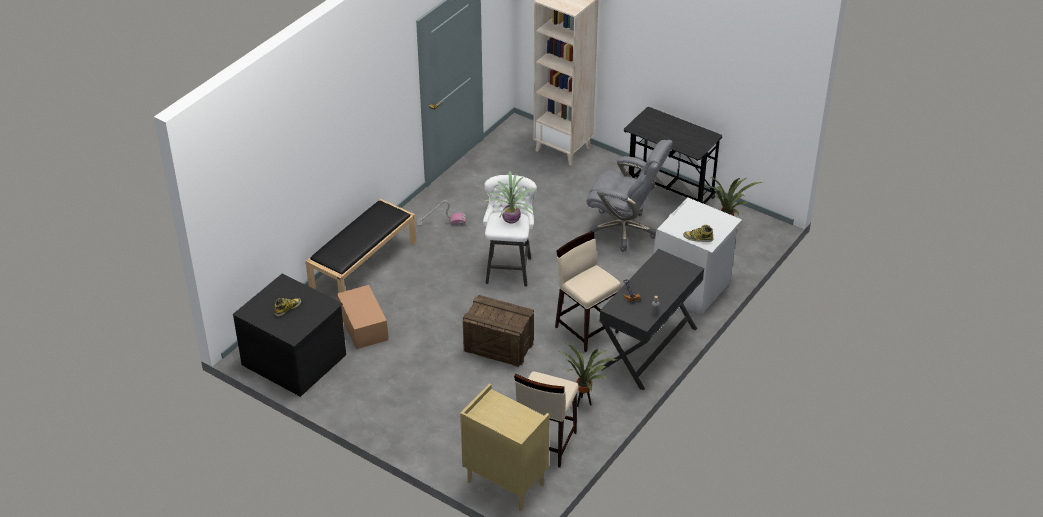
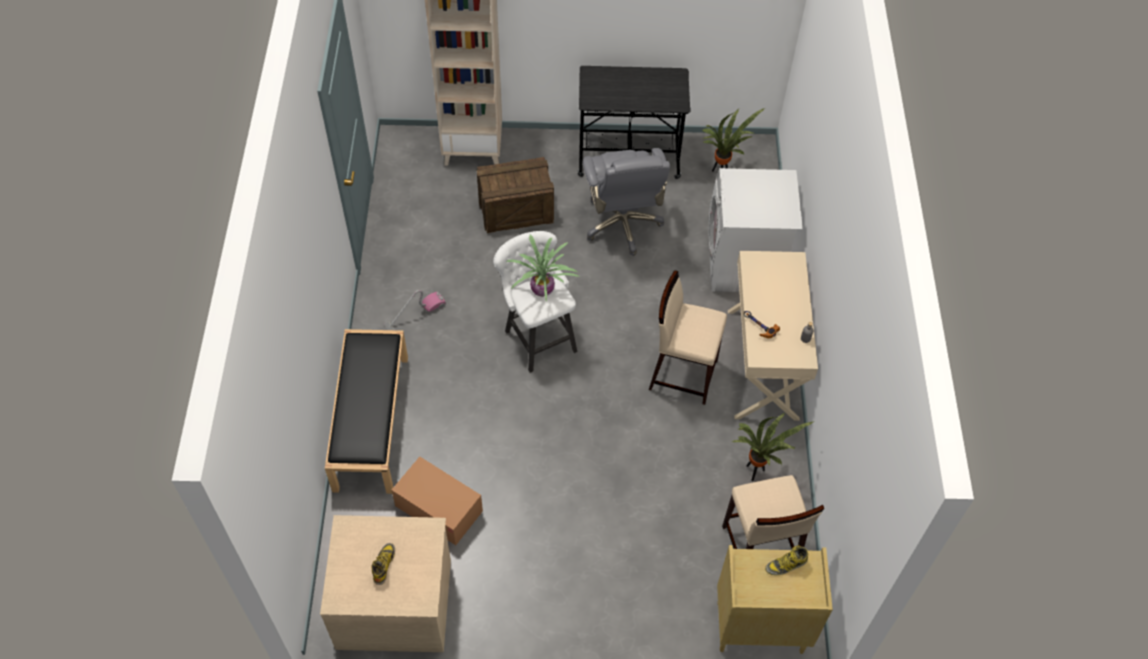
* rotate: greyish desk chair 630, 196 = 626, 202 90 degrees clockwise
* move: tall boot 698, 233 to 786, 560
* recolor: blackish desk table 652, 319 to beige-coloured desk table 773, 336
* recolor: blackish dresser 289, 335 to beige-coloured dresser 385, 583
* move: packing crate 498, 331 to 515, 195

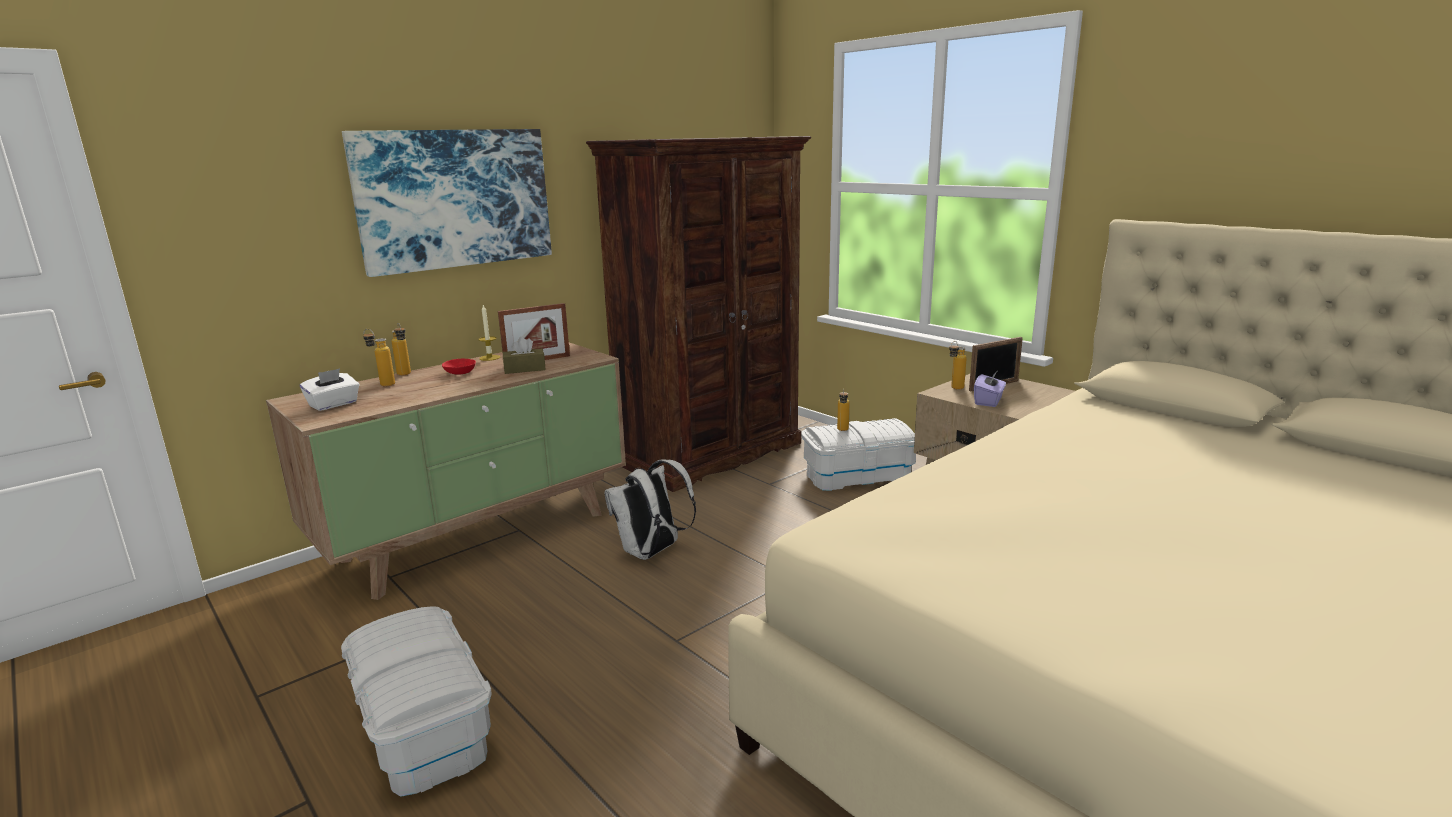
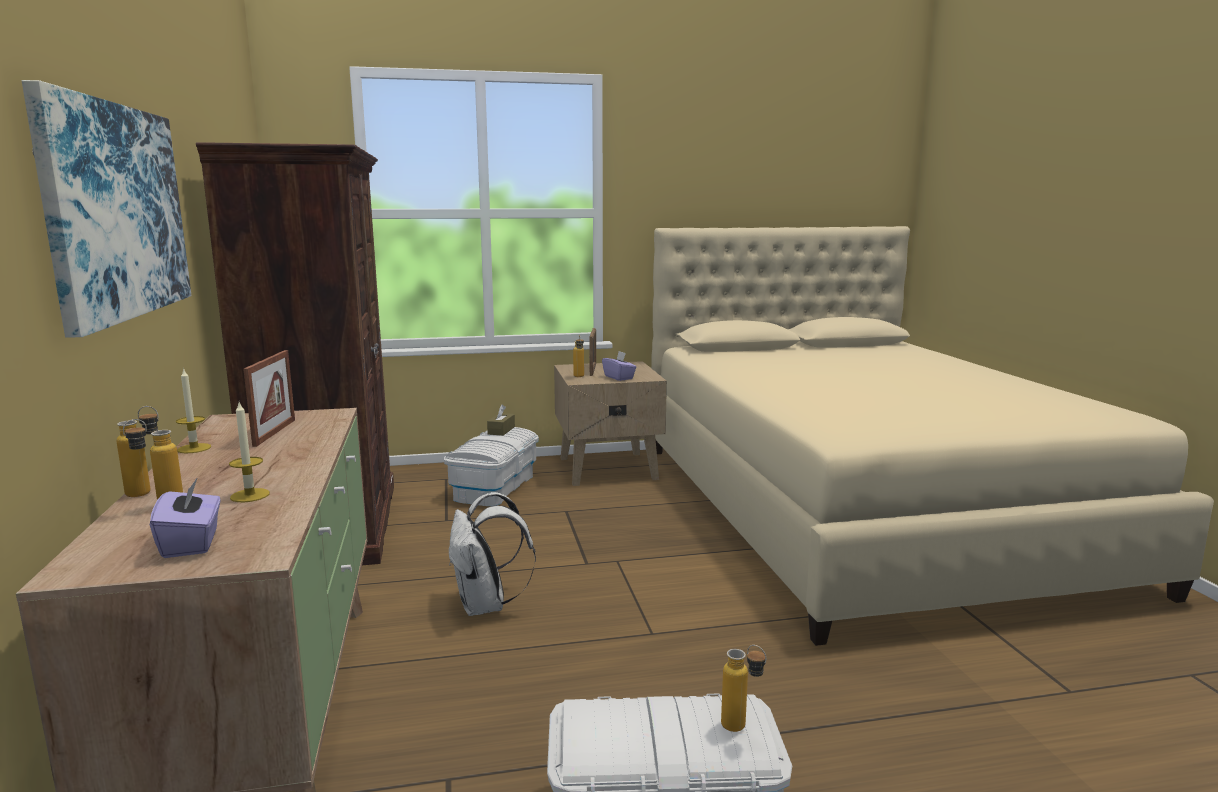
* move: brown tissue holder 524, 355 to 501, 420
* delete: reddish deep dish 459, 366
* recolor: white tissue holder 330, 389 to purple-coloured tissue holder 185, 517
* move: beverage bottle 843, 410 to 743, 688
* insert: candle 249, 452

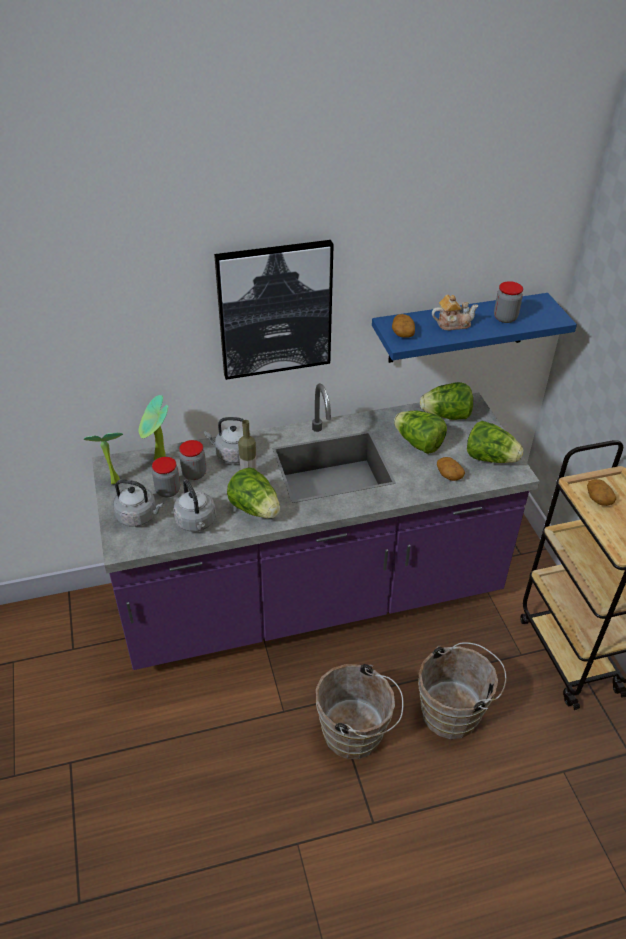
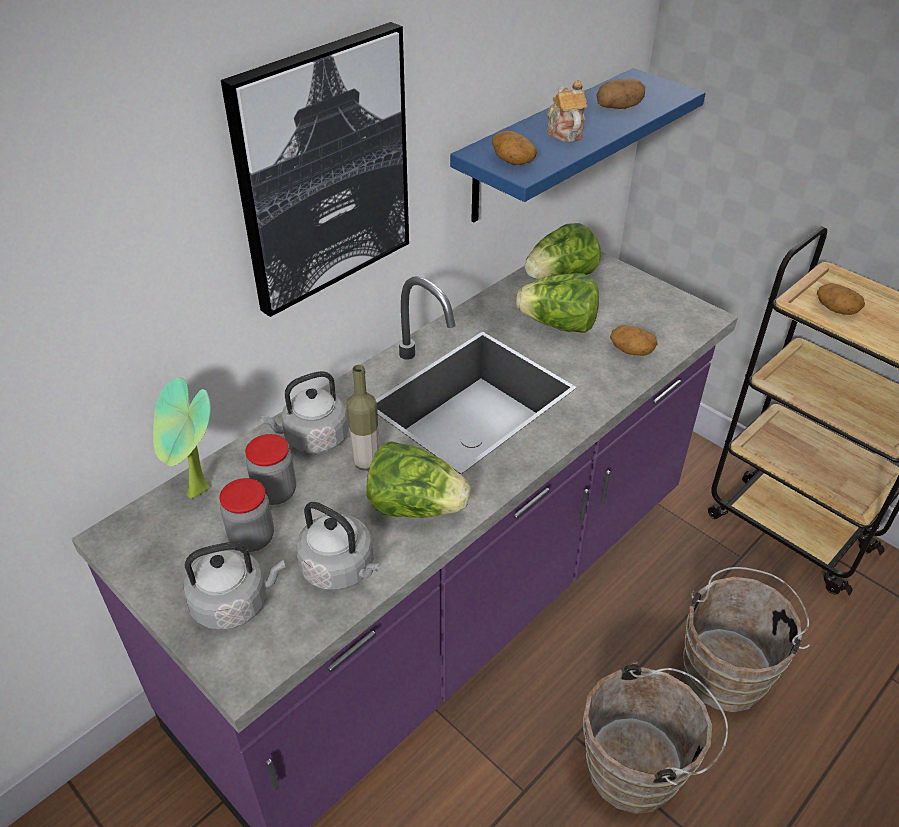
* replace: storage jar 508, 302 to potato 620, 94
* rotate: tea pot 455, 312 = 567, 111 60 degrees counterclockwise
* delete: lettuce 495, 442
* delete: houseplant 103, 458

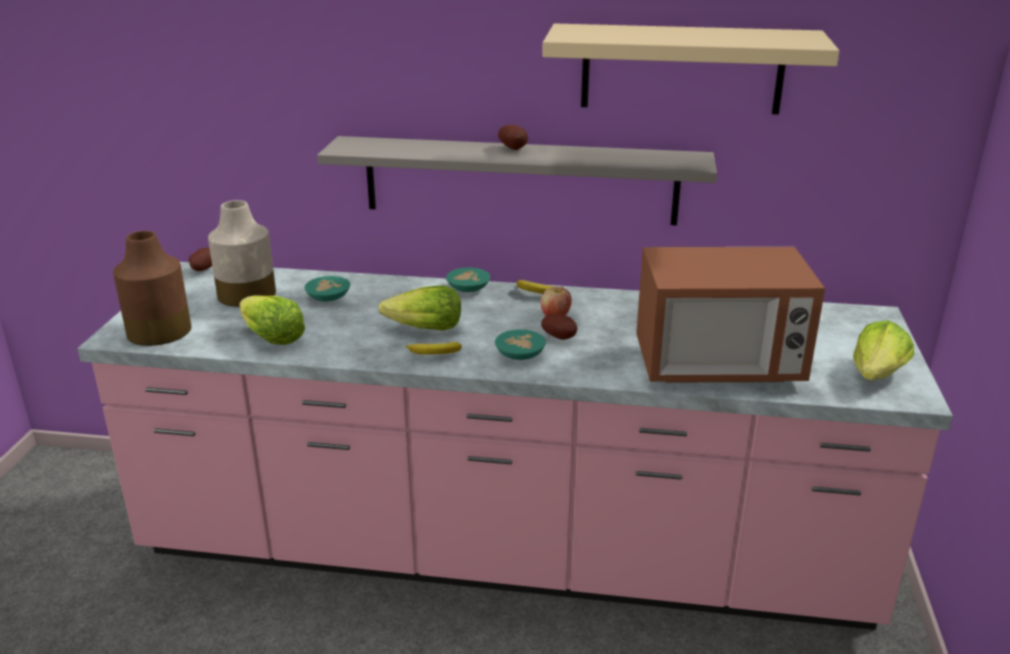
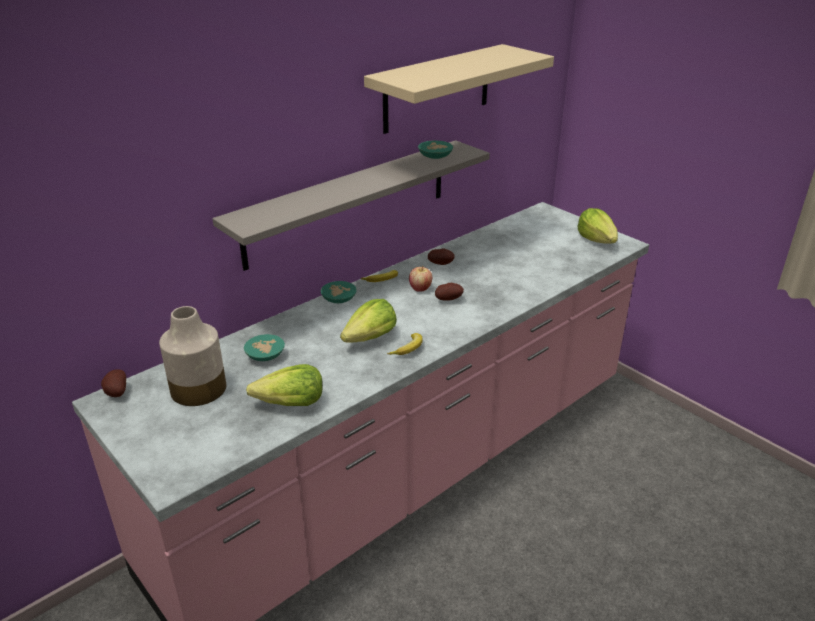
* move: potato 513, 137 to 441, 256
* delete: brown decorative vase 152, 288
* delete: microwave oven 730, 315
* move: blue-green deep dish 520, 344 to 435, 149

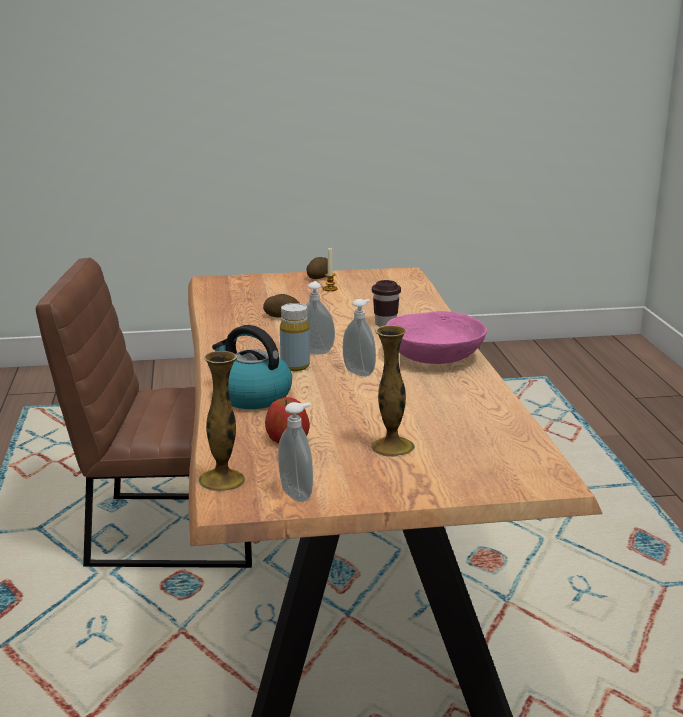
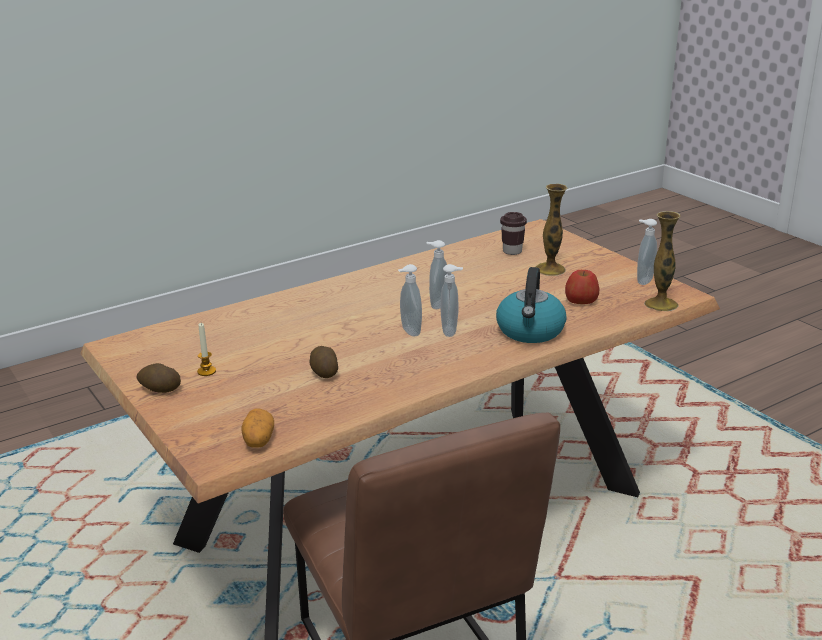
* move: brown small cup 386, 303 to 513, 233
* replace: yellow-coloured beverage bottle 295, 337 to soap dispenser 452, 300
* delete: pinkish deep dish 436, 337
* insert: potato 258, 428

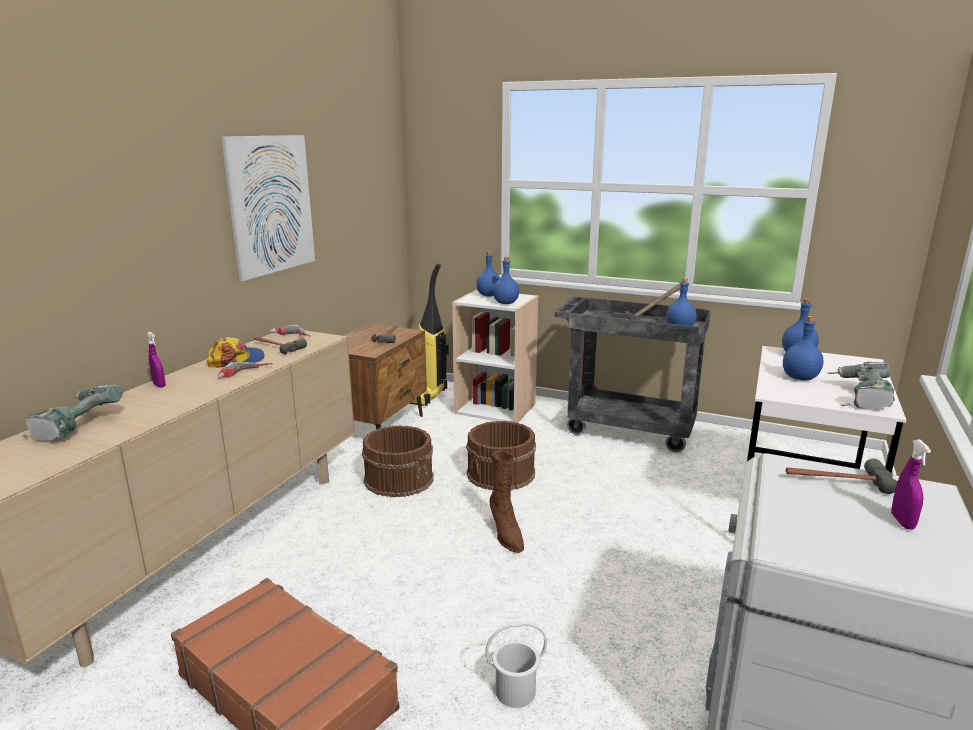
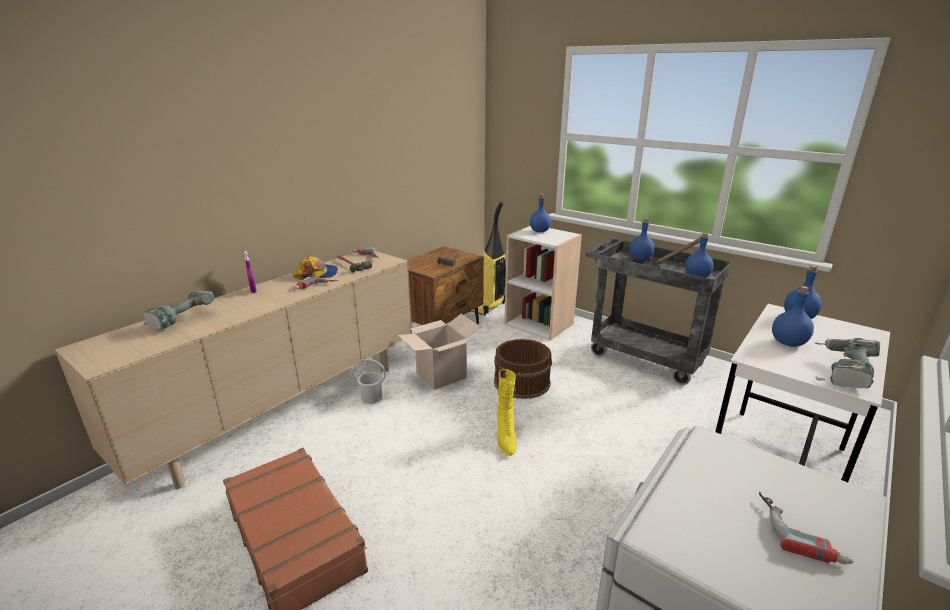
* delete: wall art 268, 208
* move: blue-coloured beverage bottle 506, 280 to 642, 239
* replace: brown bucket 398, 461 to carton 439, 352
* replace: purple-coloured spray bottle 911, 484 to drill 806, 528
* recolor: brown tall boot 506, 501 to yellow-coloured tall boot 507, 412
* delete: hammer 841, 476
* move: white bucket 516, 665 to 369, 381

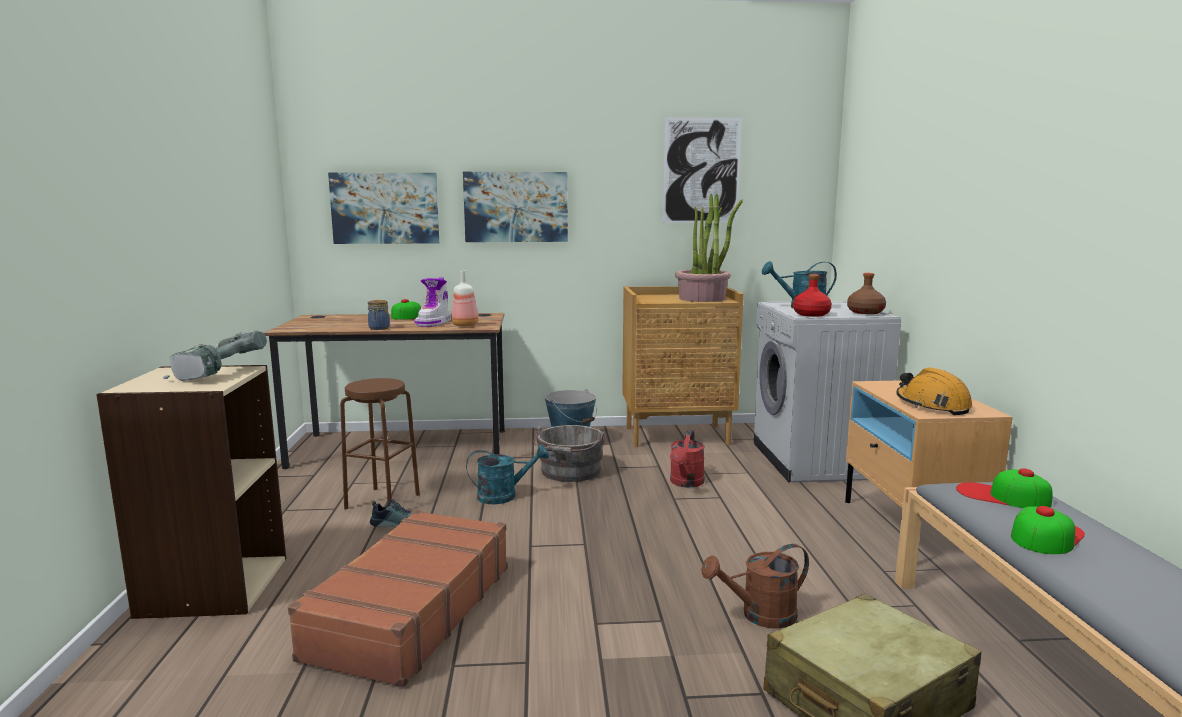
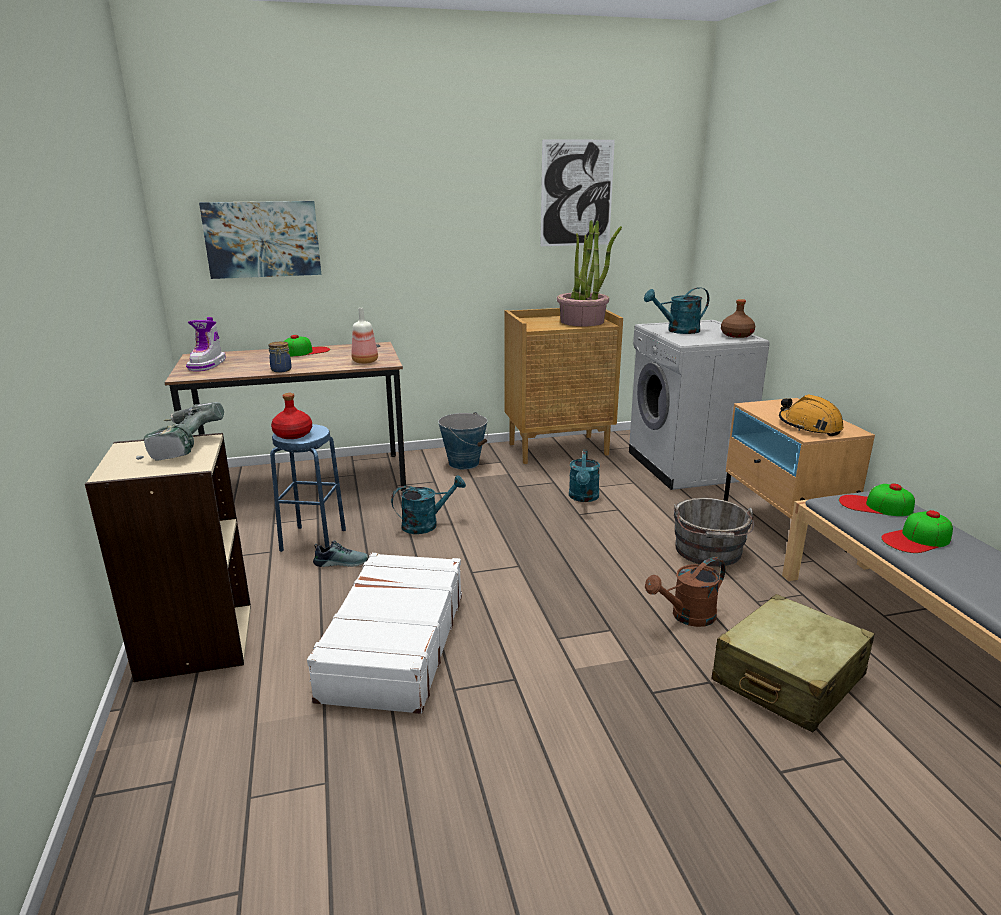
* delete: wall art 515, 207
* move: reddish beverage bottle 812, 295 to 291, 416
* move: tall boot 433, 302 to 206, 344
* recolor: brown stool seat 380, 443 to blue-coloured stool seat 308, 488
* move: greyish bucket 569, 453 to 713, 532
* recolor: reddish watering pot 687, 458 to blue-green watering pot 584, 476
* rotate: cap 1048, 530 = 917, 531 150 degrees counterclockwise
* recolor: brown piece of luggage 398, 598 to white piece of luggage 384, 633

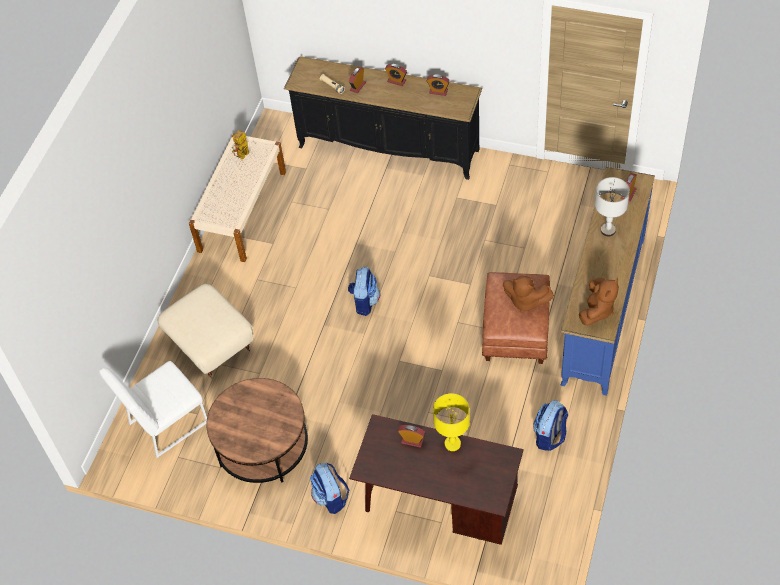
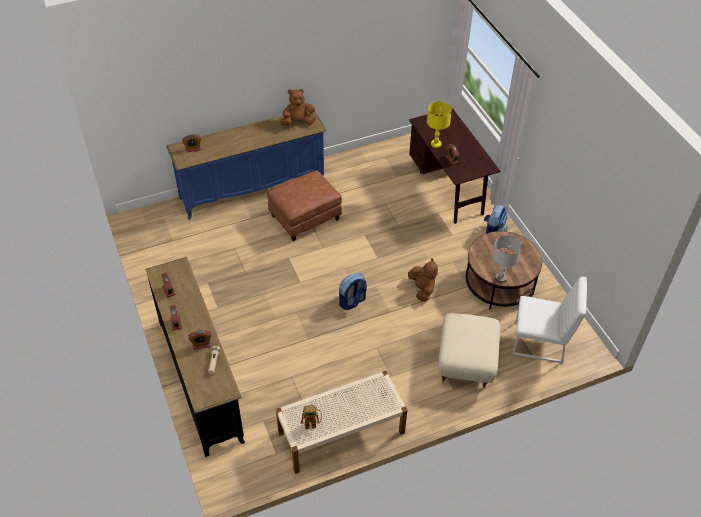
* move: greyish table lamp 612, 206 to 507, 259
* move: brown cuddly toy 528, 294 to 423, 280
* delete: knapsack 550, 425

